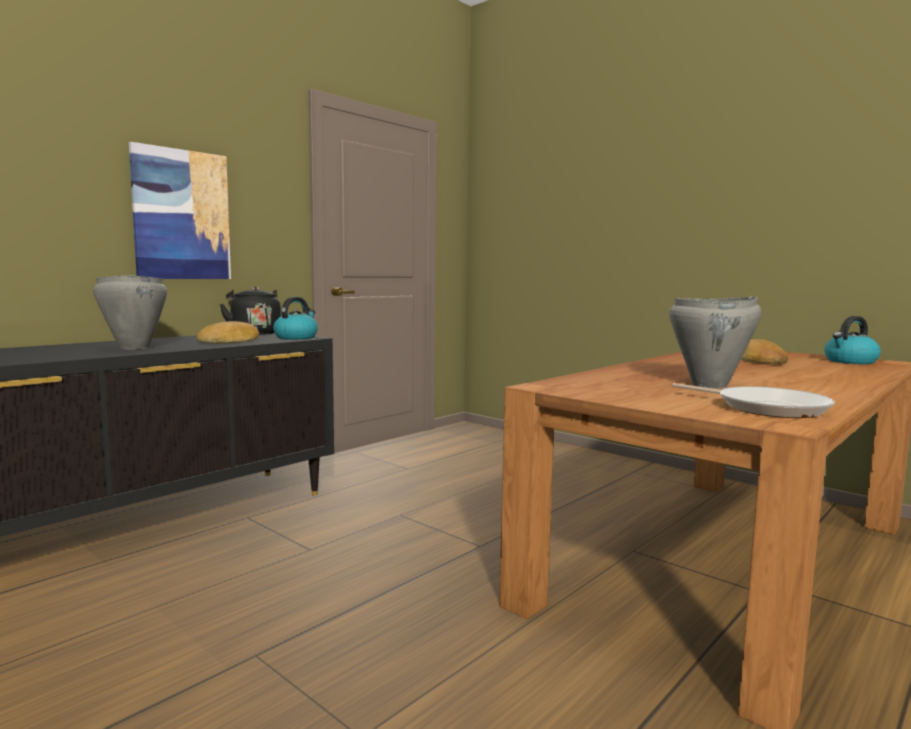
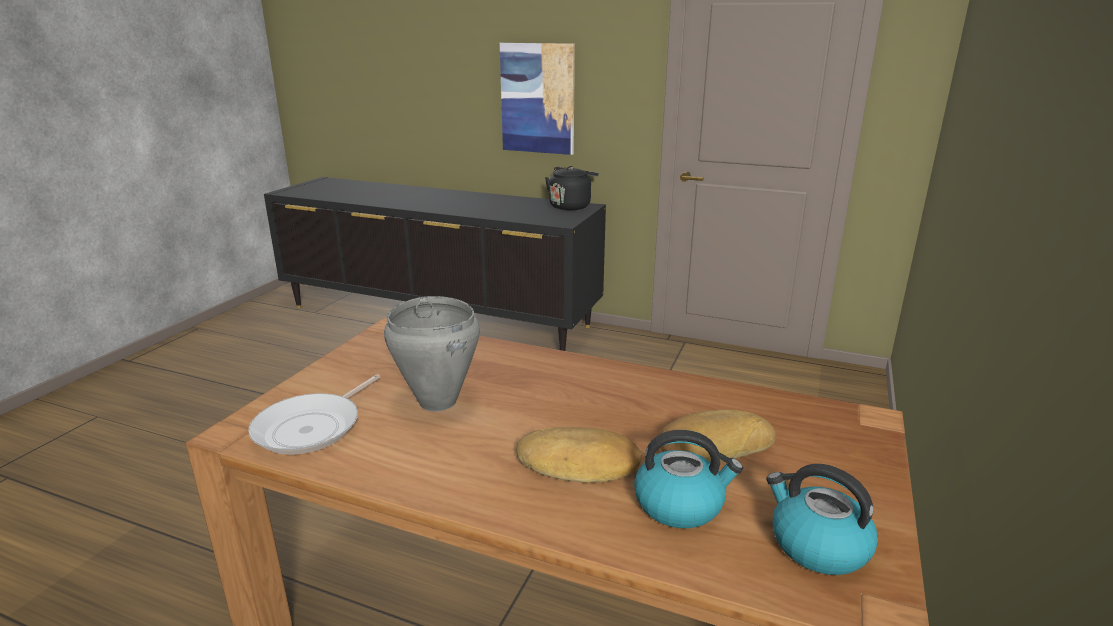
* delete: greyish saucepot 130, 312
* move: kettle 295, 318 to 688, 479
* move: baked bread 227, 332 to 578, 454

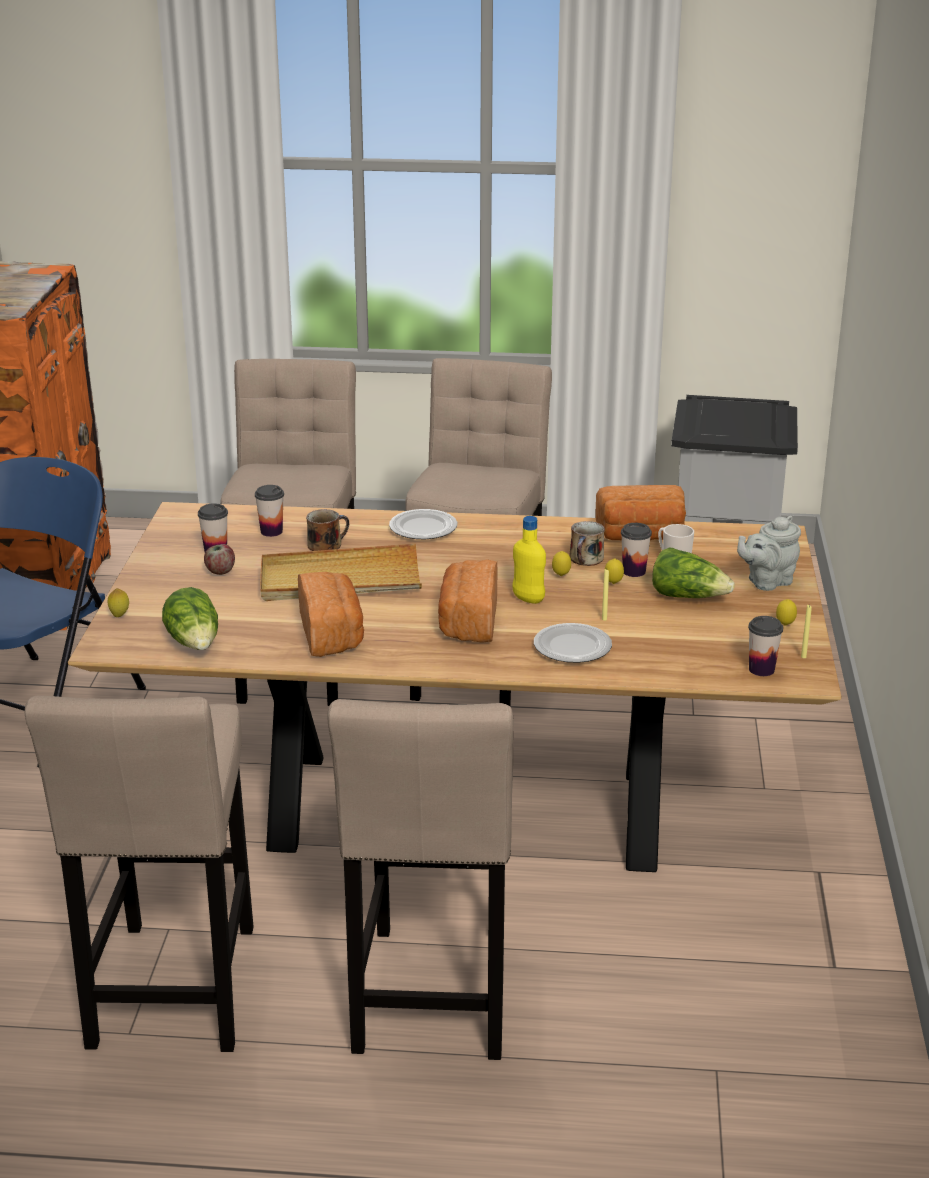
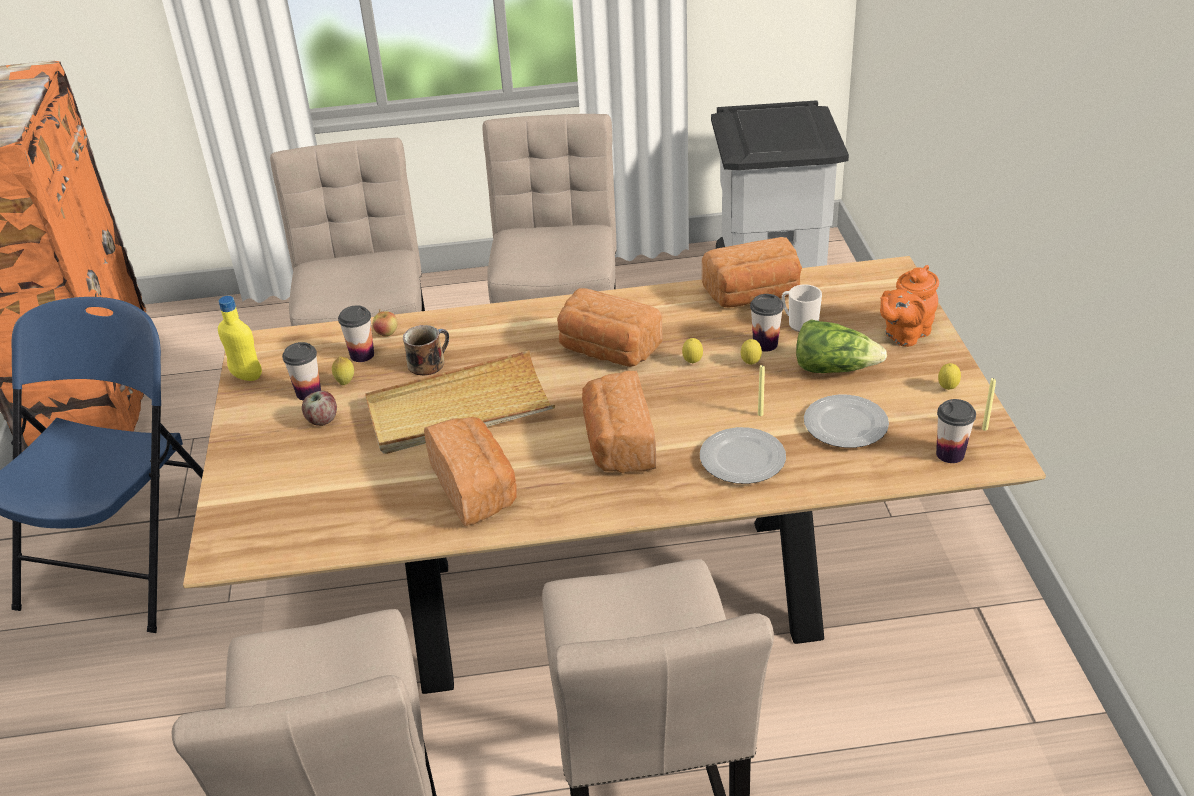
* move: plate 423, 524 to 846, 421
* move: yellow-coloured beverage bottle 529, 560 to 240, 338
* recolor: greyish tea pot 769, 553 to orange tea pot 909, 306
* delete: mug 587, 543
* delete: lettuce 190, 618
* move: lemon 118, 602 to 343, 370
* insert: baked bread 610, 327
* insert: apple fruit 385, 322

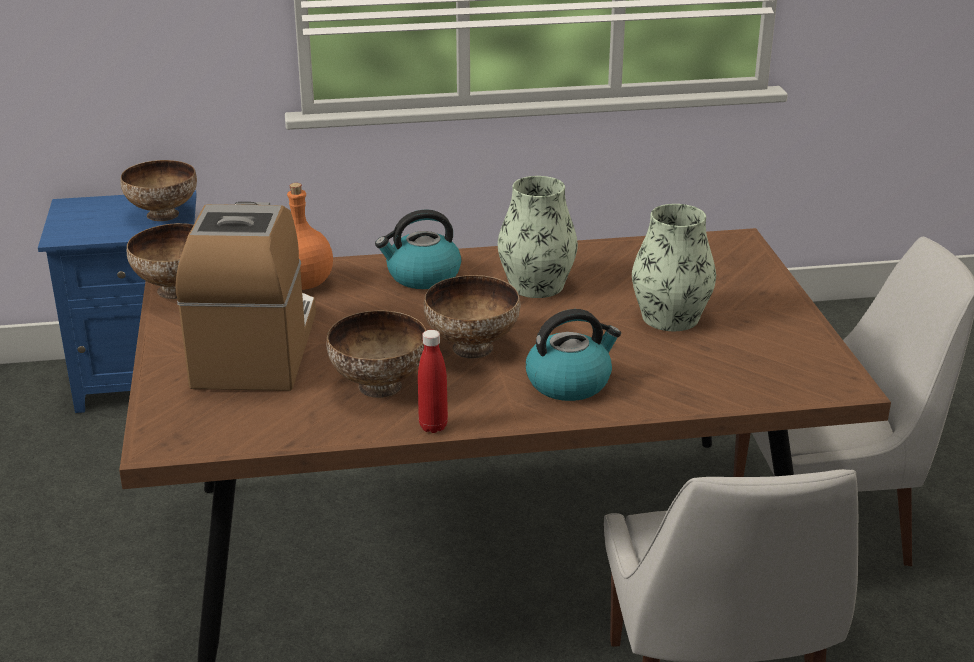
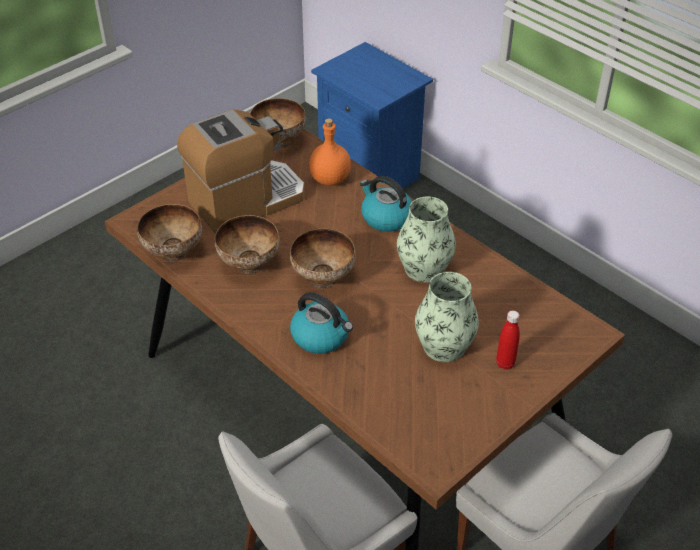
* move: deep dish 158, 190 to 169, 233
* move: reddish beverage bottle 433, 381 to 508, 340

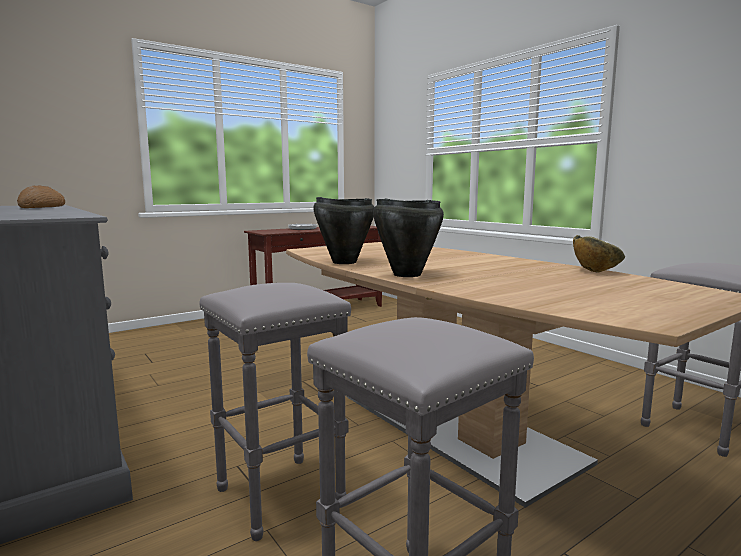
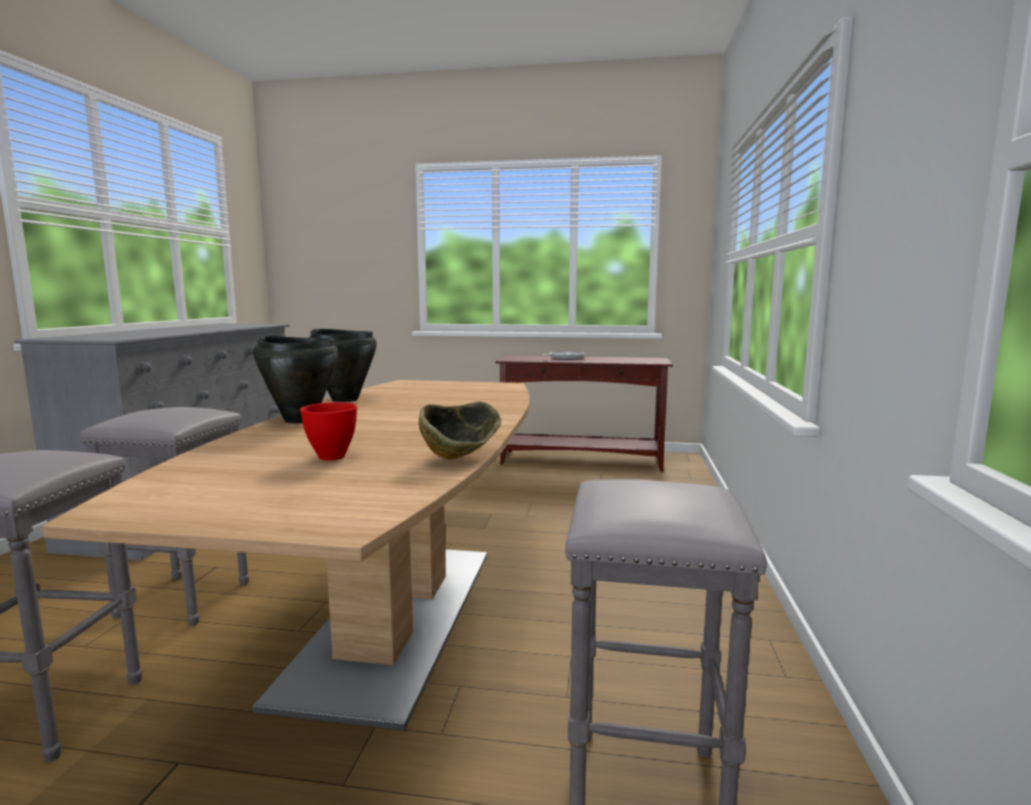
* delete: baked bread 41, 196
* insert: reddish deep dish 328, 431

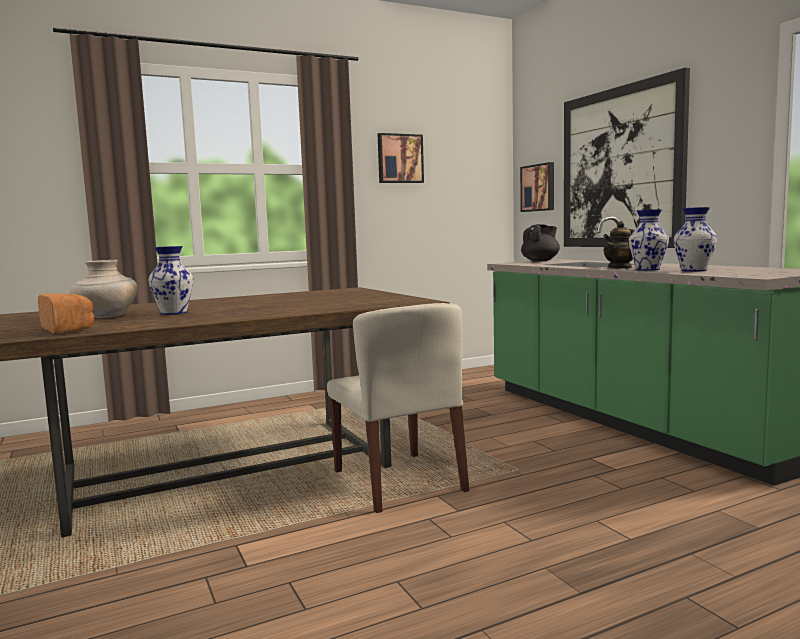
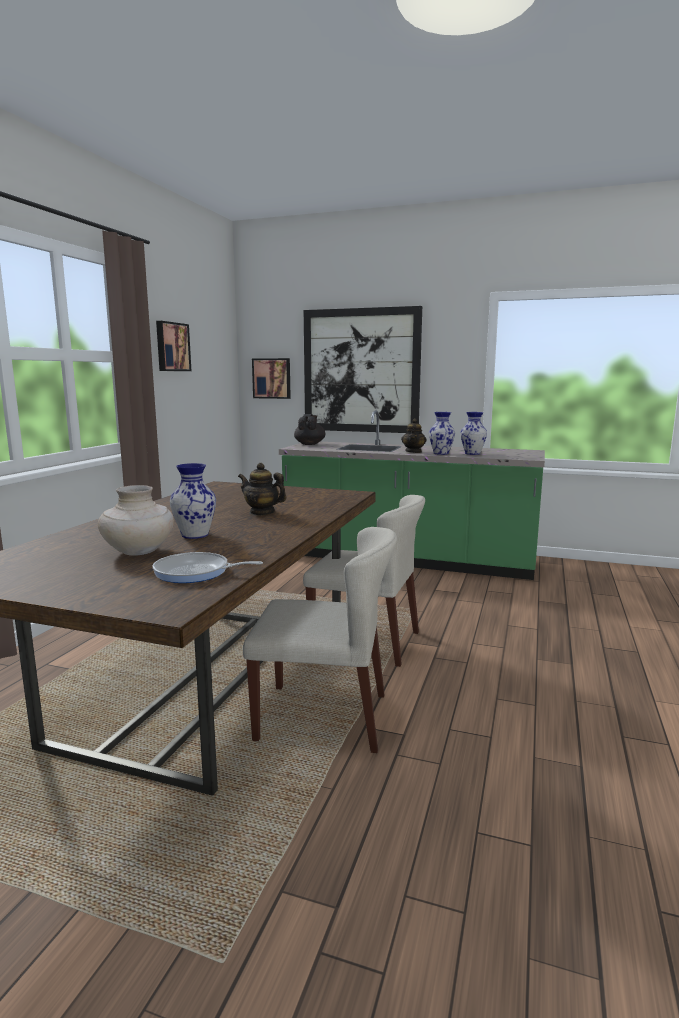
* replace: baked bread 66, 313 to frying pan 207, 567
* insert: tea pot 262, 489
* insert: beige-coloured upright chair 320, 640

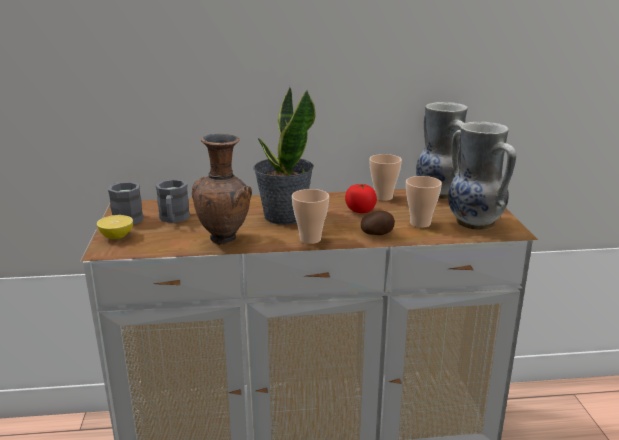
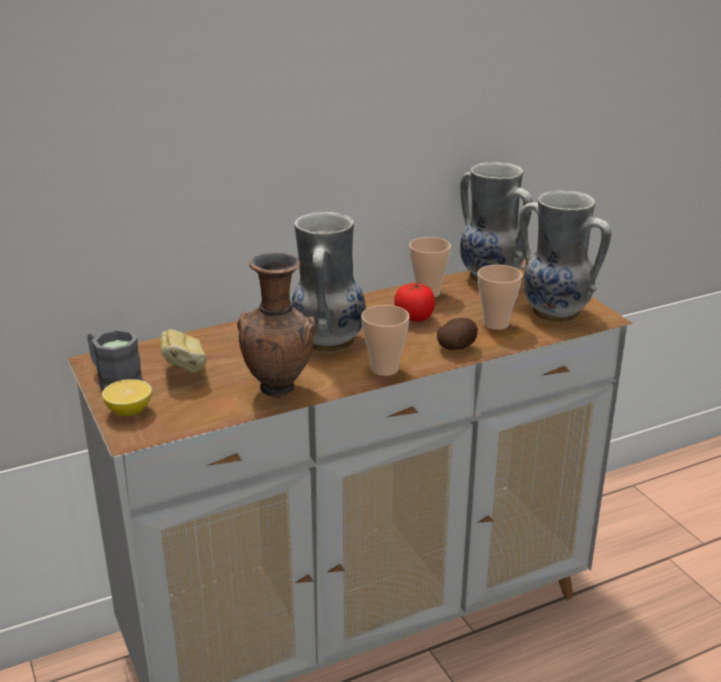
* replace: houseplant 284, 155 to decorative vase 328, 282
* replace: greyish mug 172, 201 to baked bread 183, 351

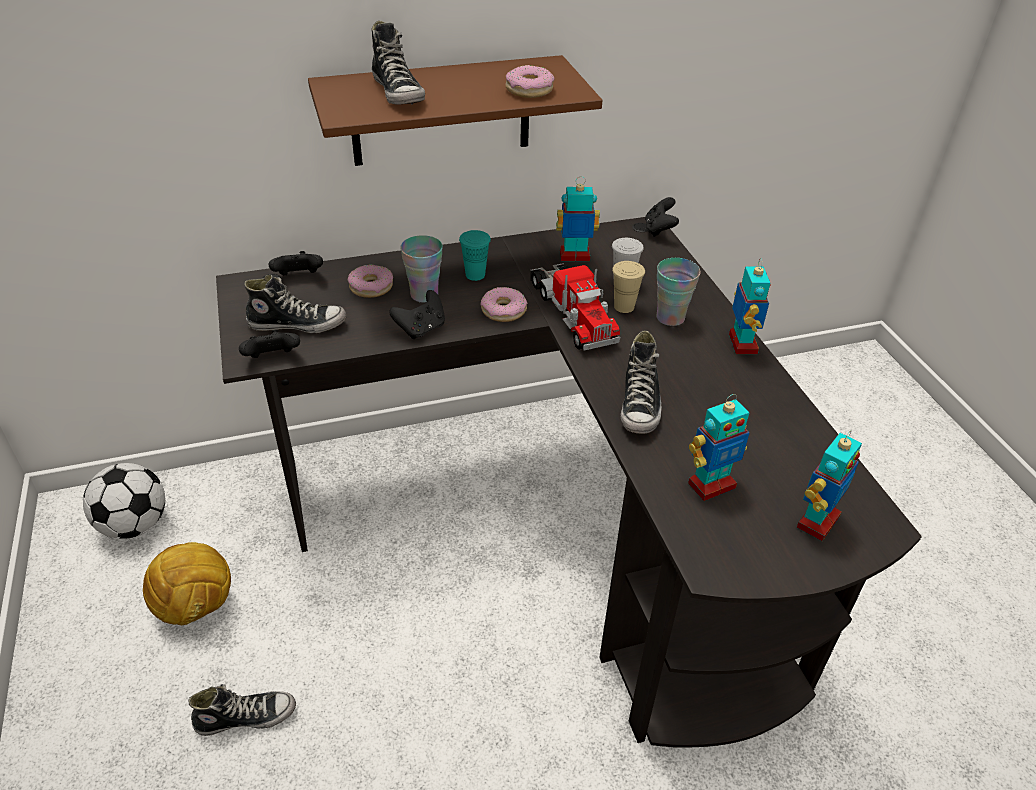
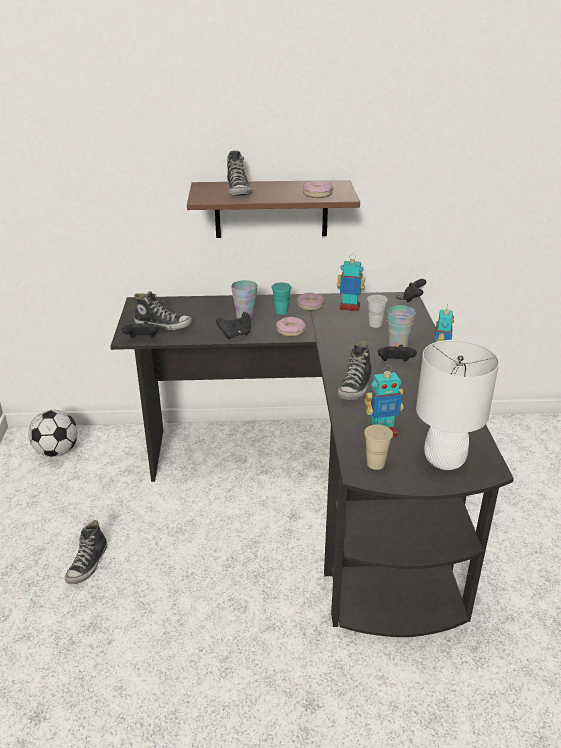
* move: blackish game controller 296, 263 to 397, 353
* move: beige-coloured small cup 628, 287 to 378, 447
* delete: model truck 575, 306
* move: doughnut 370, 281 to 311, 302
* replace: model robot 829, 485 to white table lamp 457, 405
* delete: ball for football 187, 583
* rotate: low shoe 242, 710 = 86, 552 105 degrees clockwise

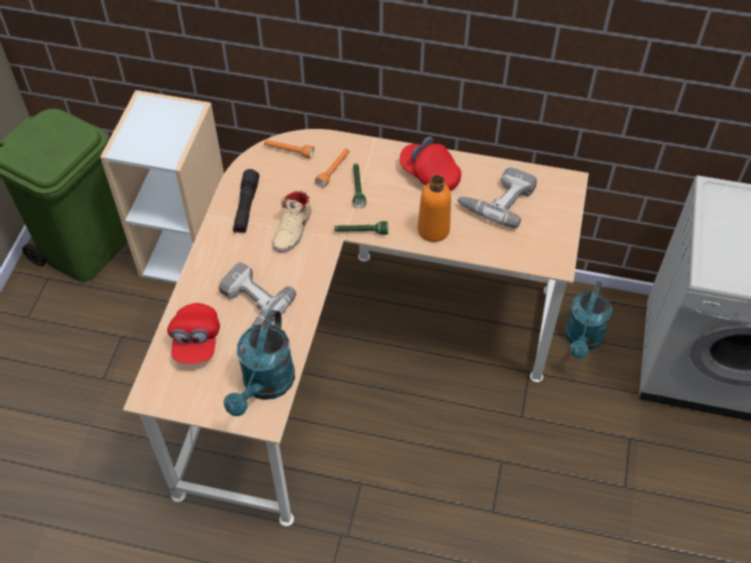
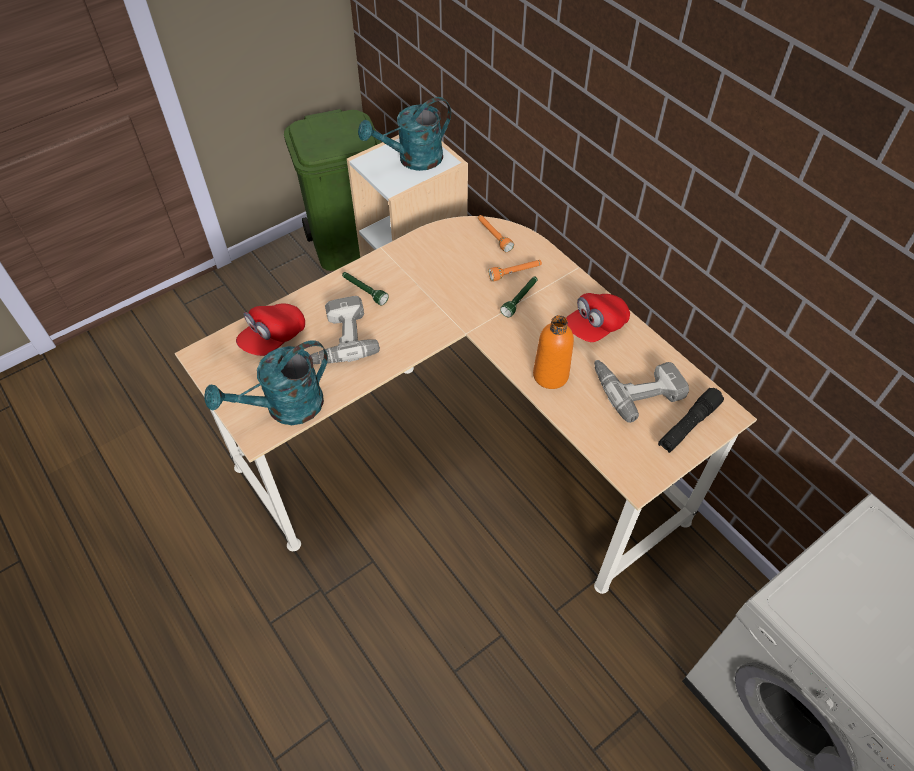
* rotate: reddish cap 430, 163 = 598, 317 120 degrees counterclockwise
* move: blackish flashlight 246, 201 to 691, 420
* delete: beige-coloured low shoe 292, 221
* move: green-coloured flashlight 361, 228 to 365, 289
* move: blue-green watering pot 588, 319 to 404, 134

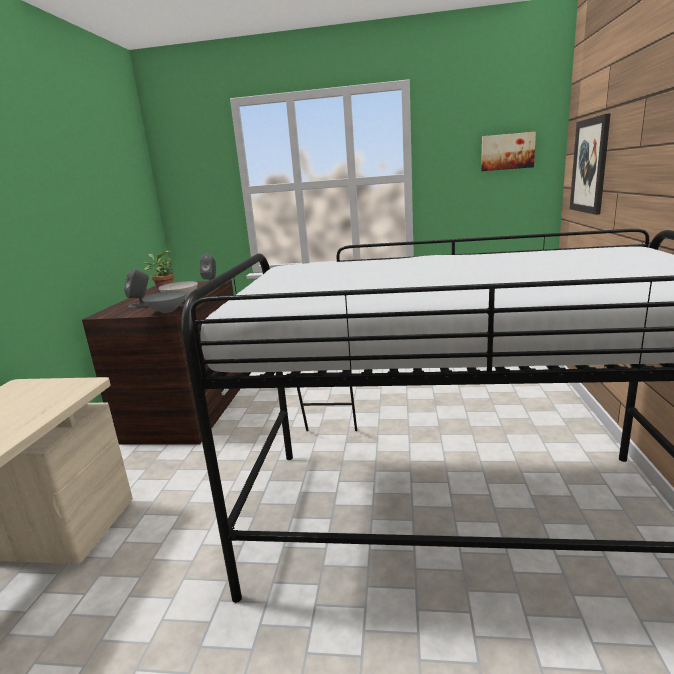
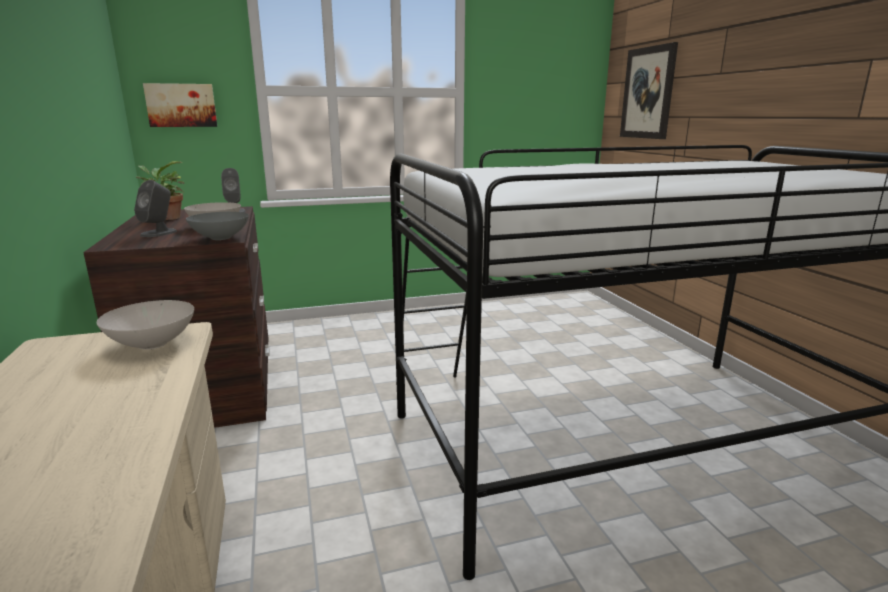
* move: wall art 508, 151 to 180, 105
* insert: white deep dish 145, 325

